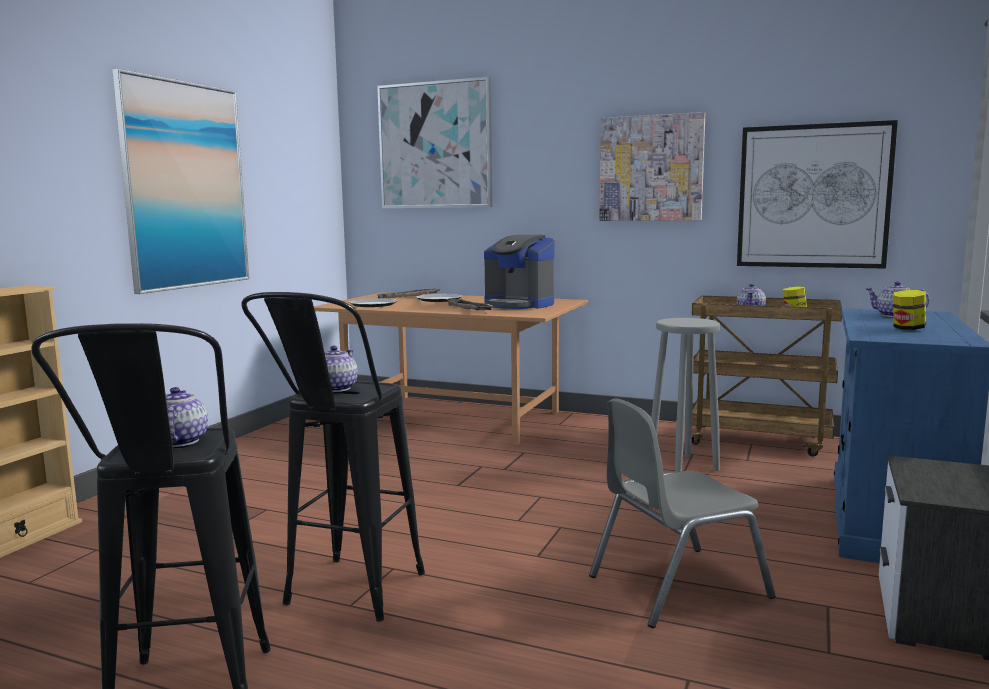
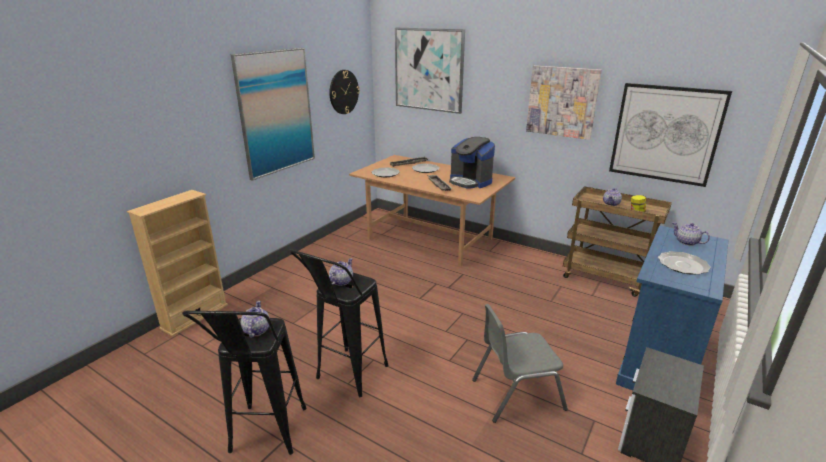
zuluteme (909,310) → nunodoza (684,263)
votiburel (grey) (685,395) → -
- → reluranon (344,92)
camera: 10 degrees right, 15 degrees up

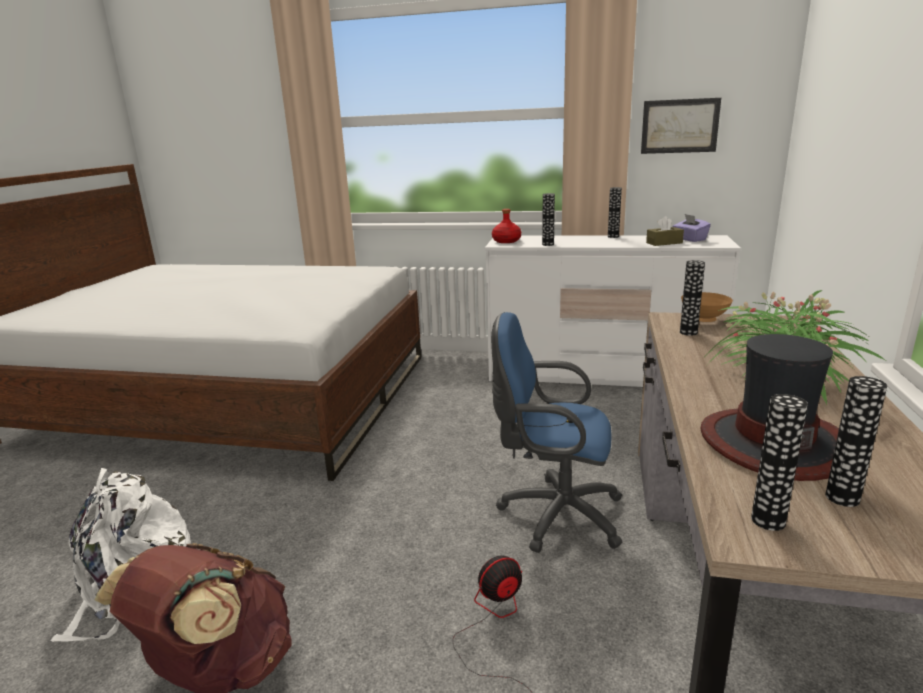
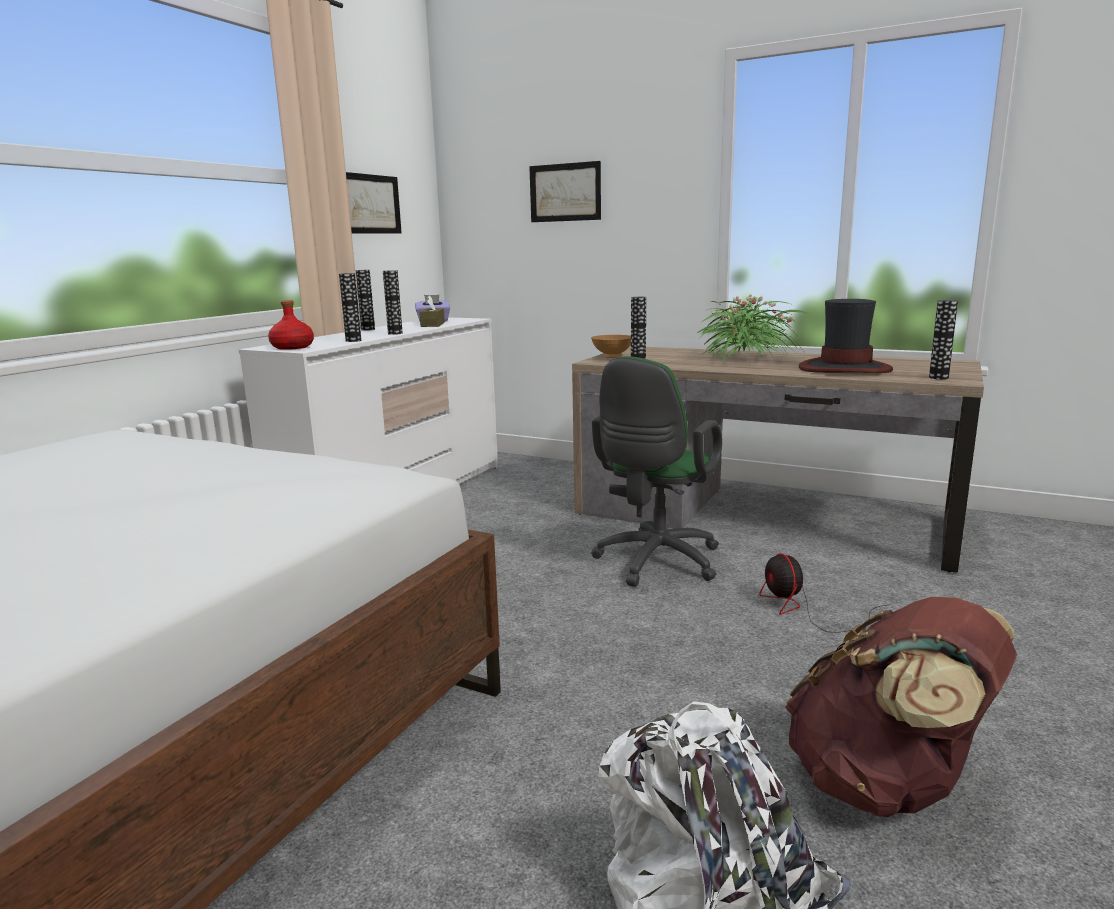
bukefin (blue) (556,432) → bukefin (green) (656,471)
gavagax (856,441) → gavagax (393,302), shifted
- → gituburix (565,191)
camera: 75 degrees left, 5 degrees down

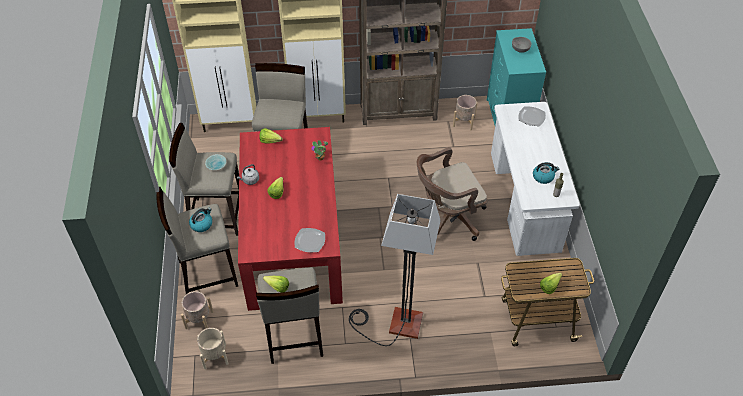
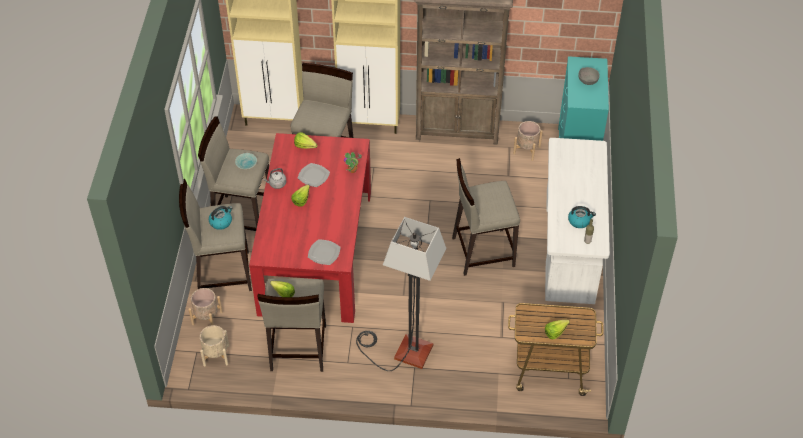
nunodoza (532,116) → nunodoza (313,175), shifted
bukefin (brown) (452,194) → votiburel (beige) (486,217)
camera: 10 degrees right, 0 degrees up

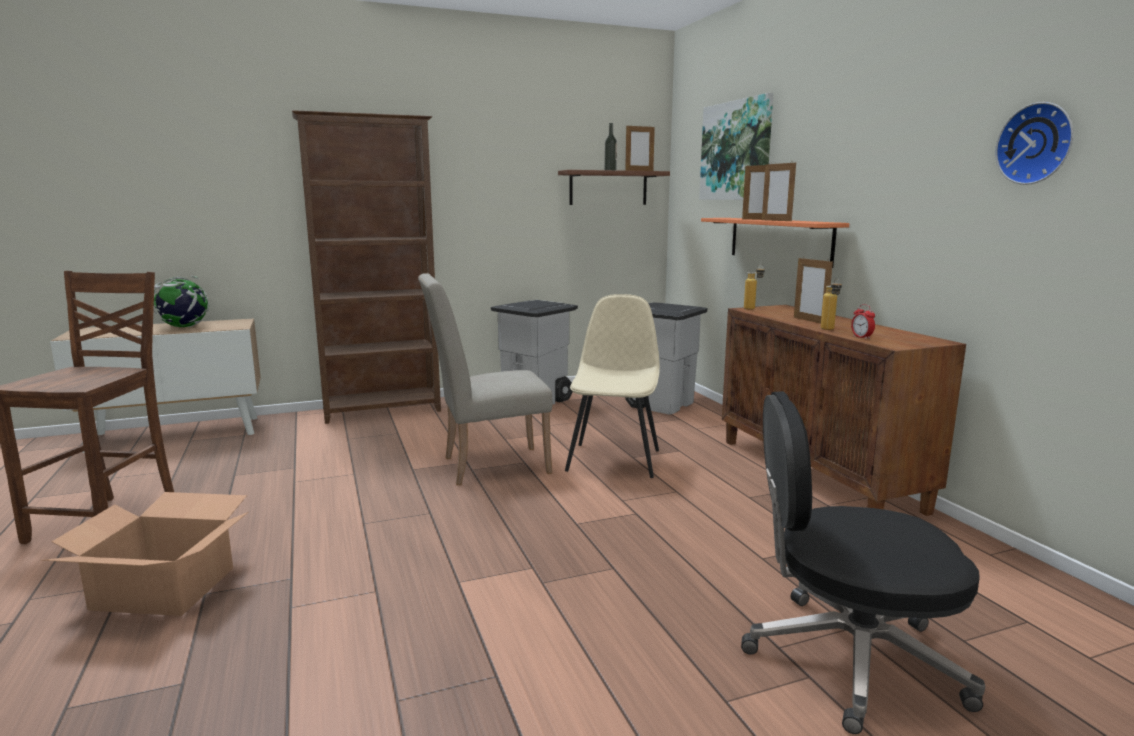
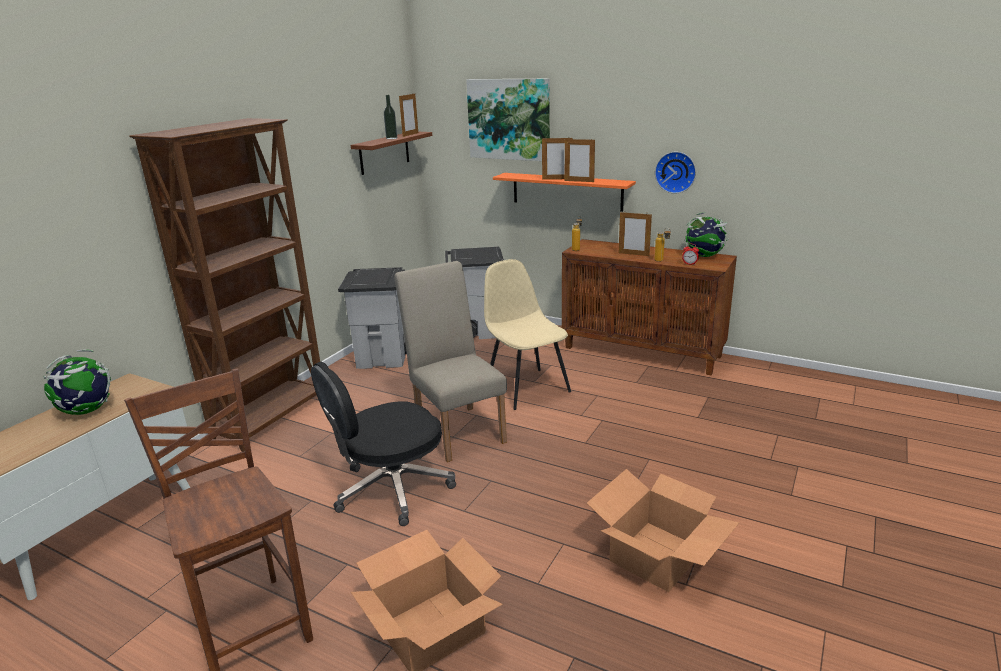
reluranon (1034,143) → reluranon (675,173), shifted
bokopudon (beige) (485,379) → bokopudon (beige) (450,361), 120 degrees clockwise
bukefin (black) (863,562) → bukefin (black) (383,444), shifted
- → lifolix (707,234)
- → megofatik (663,530)
camera: 40 degrees left, 10 degrees up

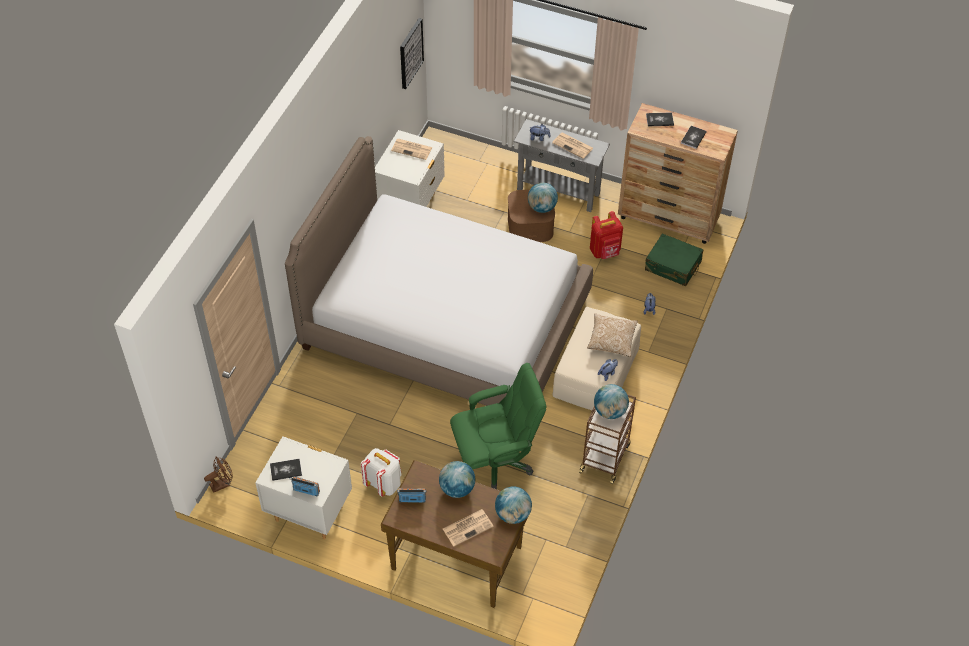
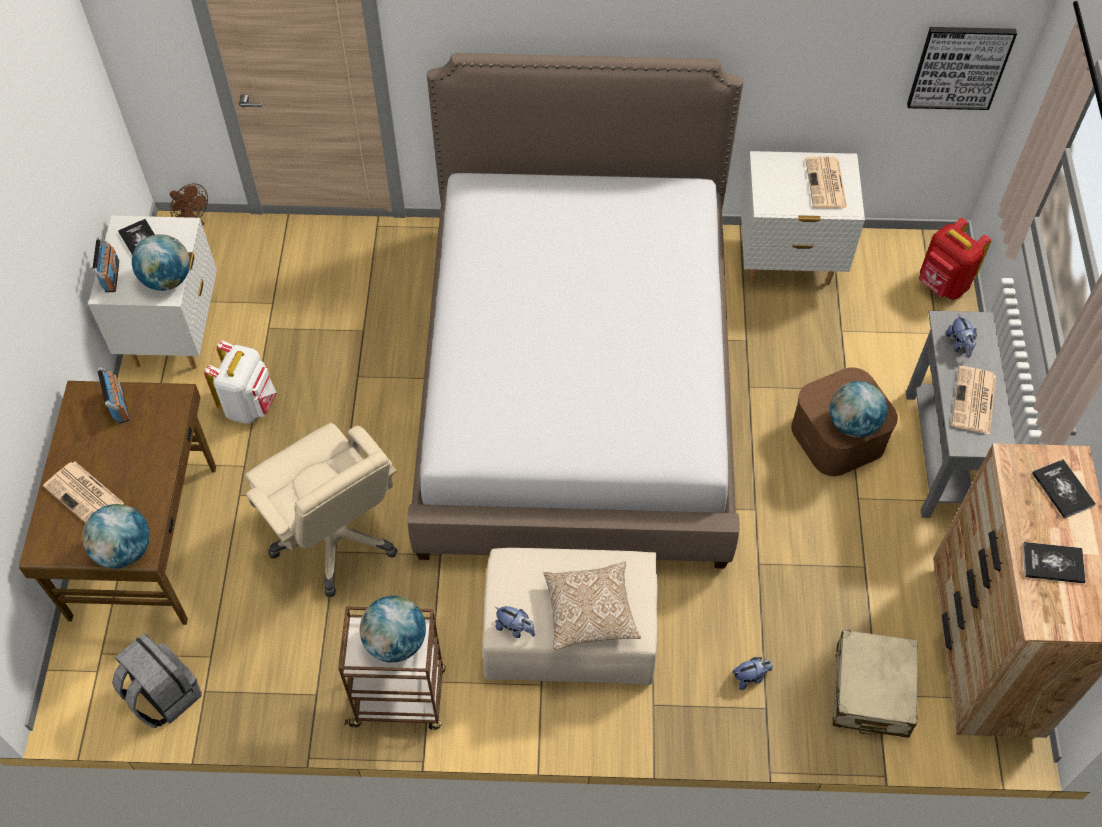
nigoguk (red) (606,235) → nigoguk (red) (955,259), shifted
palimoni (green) (674,259) → palimoni (beige) (875,684)
bukefin (green) (498,426) → bukefin (beige) (321,510)
lifolix (457,479) → lifolix (161,262), shifted
- → nigoguk (grey) (157,680)
camera: 70 degrees right, 5 degrees up

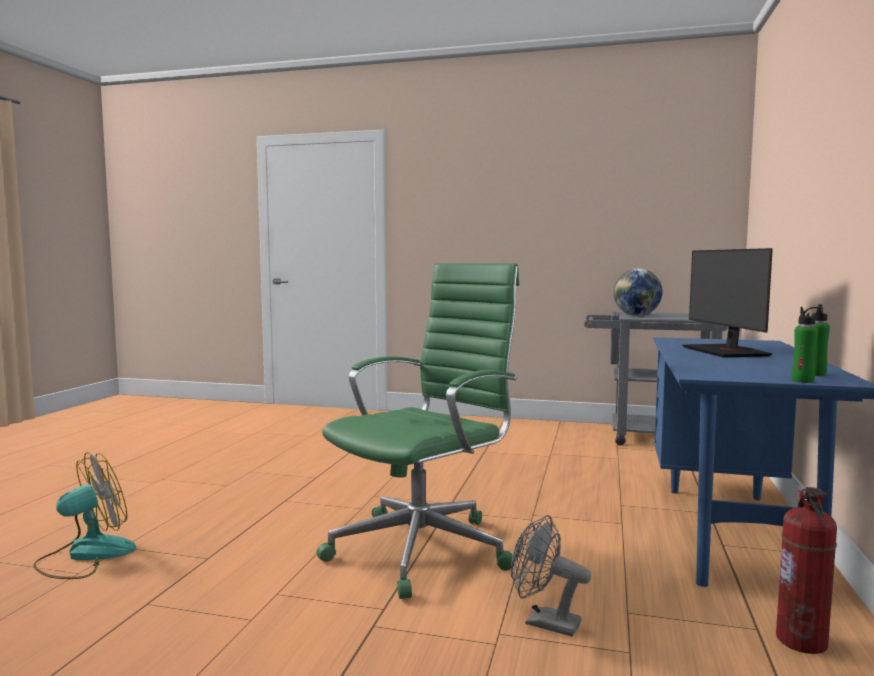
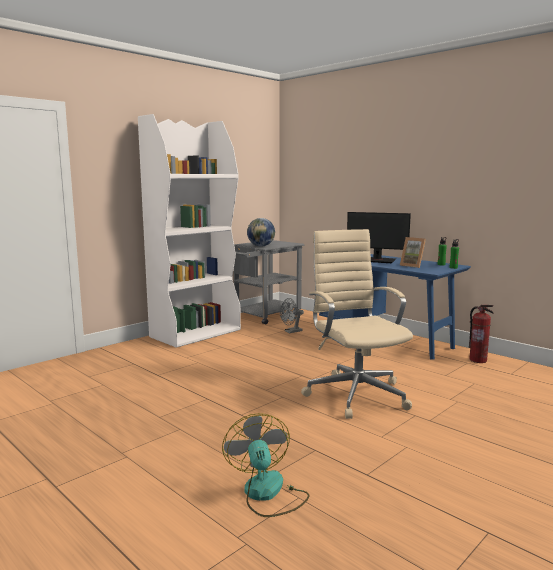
bukefin (green) (418,431) → bukefin (beige) (357,324)
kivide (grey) (551,576) → kivide (grey) (292,315), shifted
- → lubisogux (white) (189,231)
- → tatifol (413,252)
camera: 60 degrees left, 5 degrees up

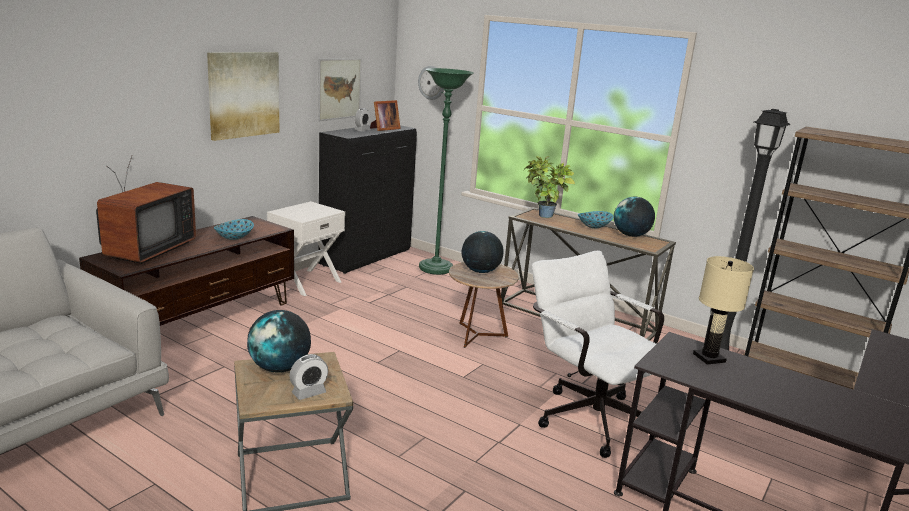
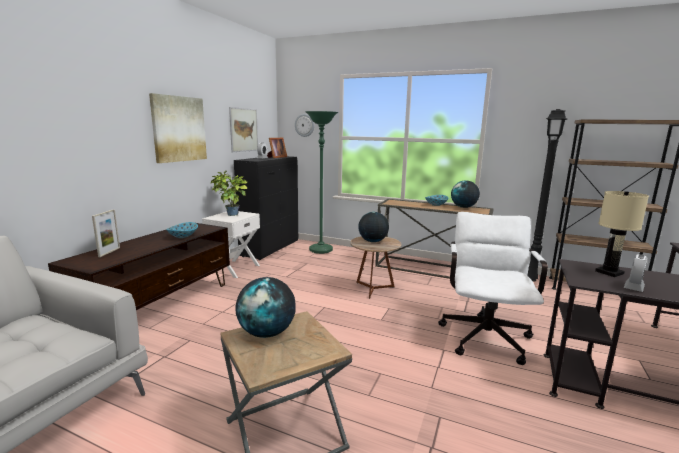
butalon (146,210) → tatifol (106,233)
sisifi (549,187) → sisifi (229,193), shifted
bukefin (white) (598,354) → bukefin (white) (493,288), 60 degrees clockwise
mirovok (309,377) → mirovok (635,273), shifted
camera: 10 degrees left, 5 degrees down

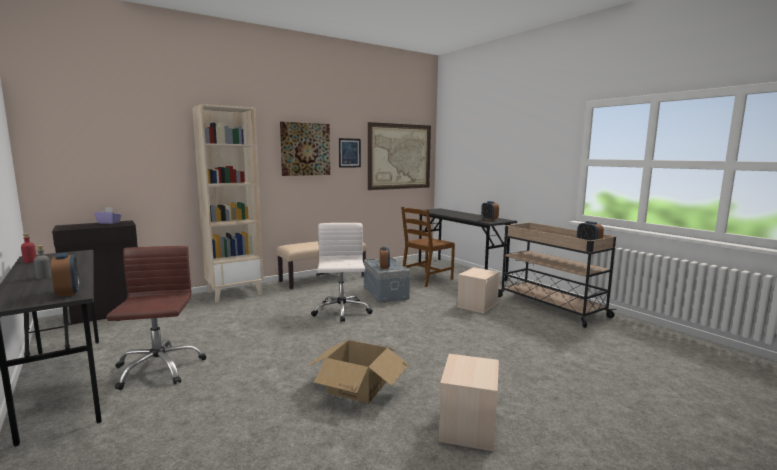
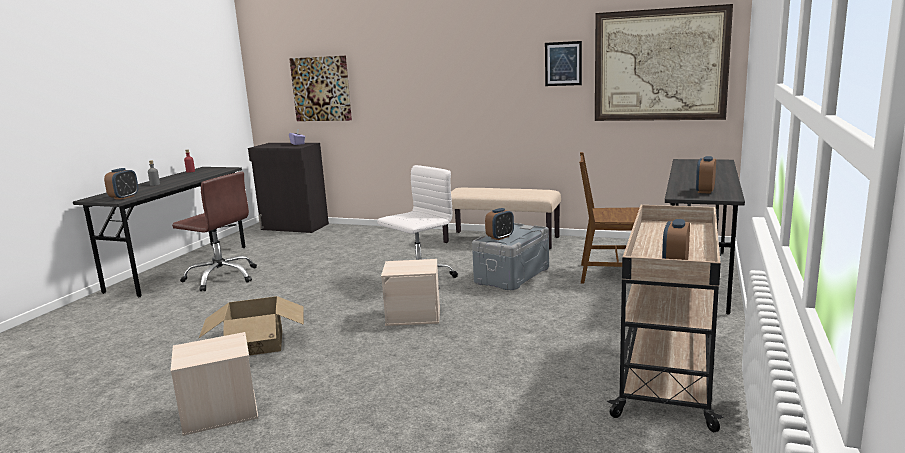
lubisogux (beige) (228,203) → -
gituburix (305,149) → gituburix (320,88), shifted
bukefin (brown) (156,318) → bukefin (brown) (214,231), 75 degrees clockwise
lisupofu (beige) (478,290) → lisupofu (beige) (410,292), shifted
camera: 55 degrees right, 5 degrees up

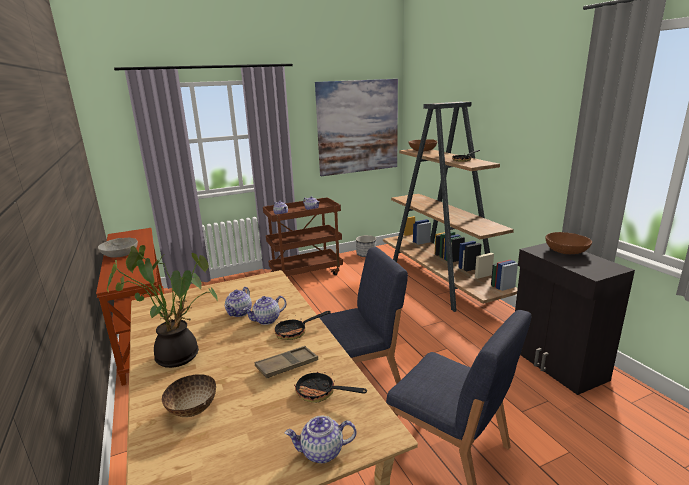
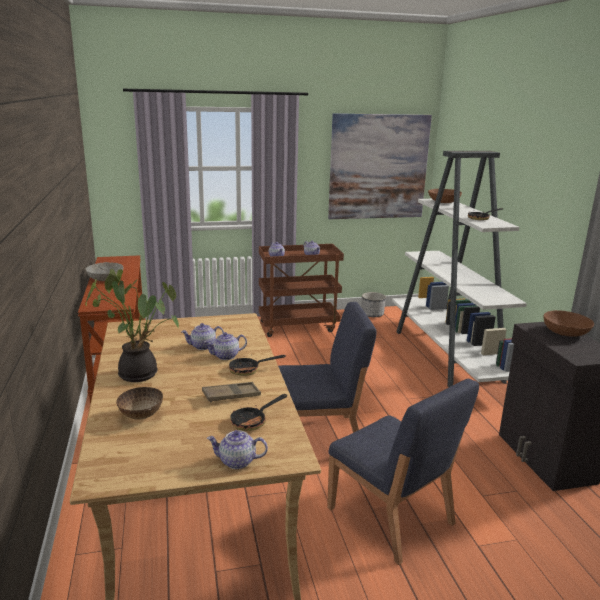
lubisogux (brown) (450,207) → lubisogux (white) (459,269)
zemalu (238,302) → zemalu (202,336), 45 degrees clockwise
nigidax (330,387) → nigidax (258,412), 75 degrees counterclockwise
camera: 10 degrees right, 0 degrees up

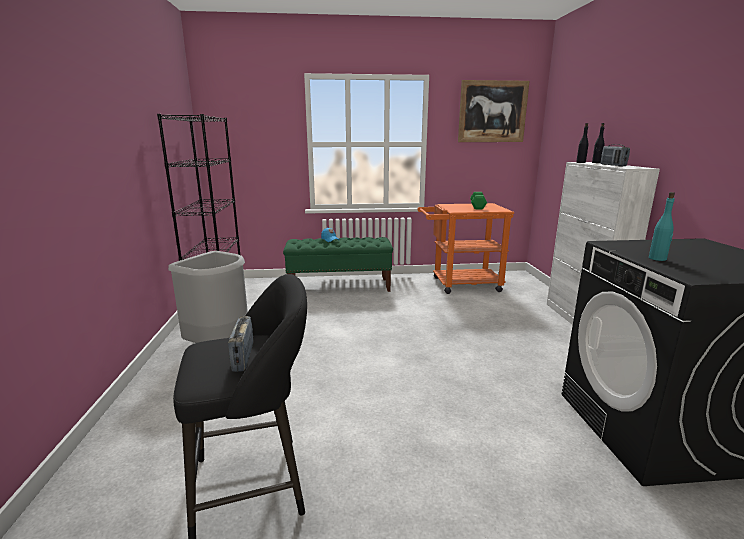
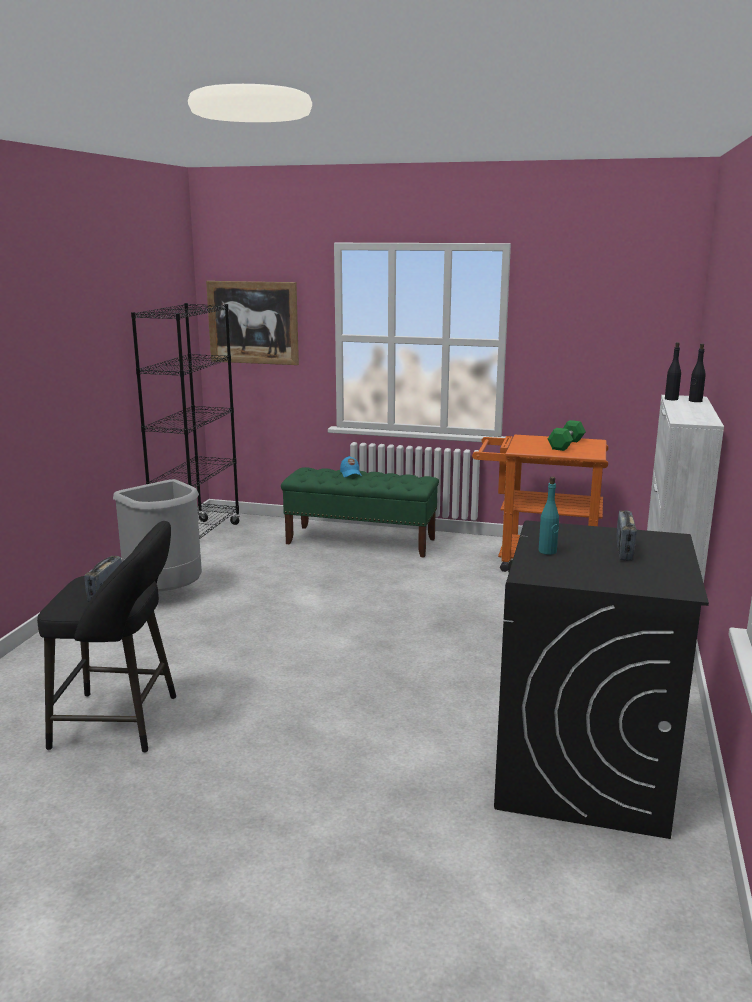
gituburix (493,111) → gituburix (252,323), shifted
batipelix (615,155) → batipelix (626,535), shifted
camera: 20 degrees right, 0 degrees up

